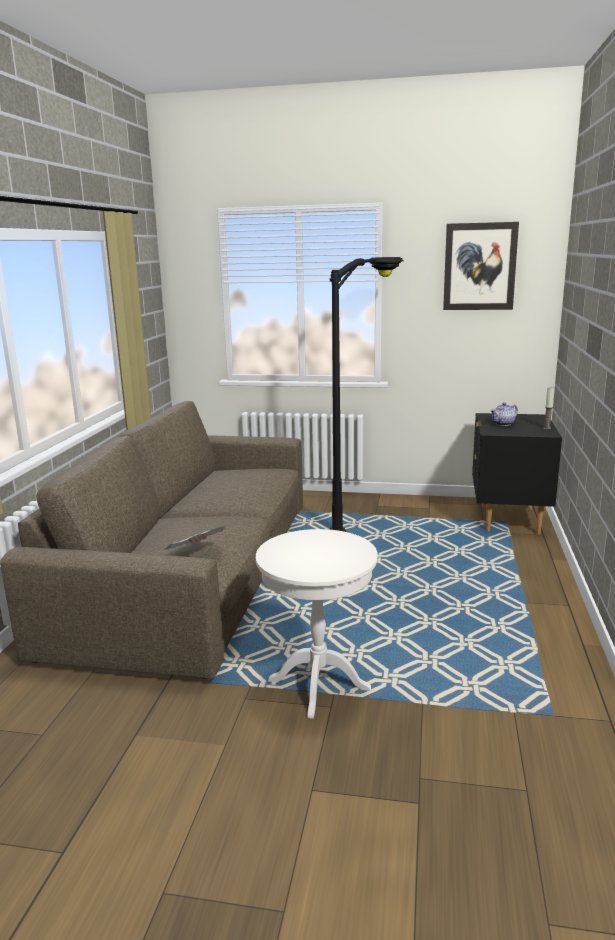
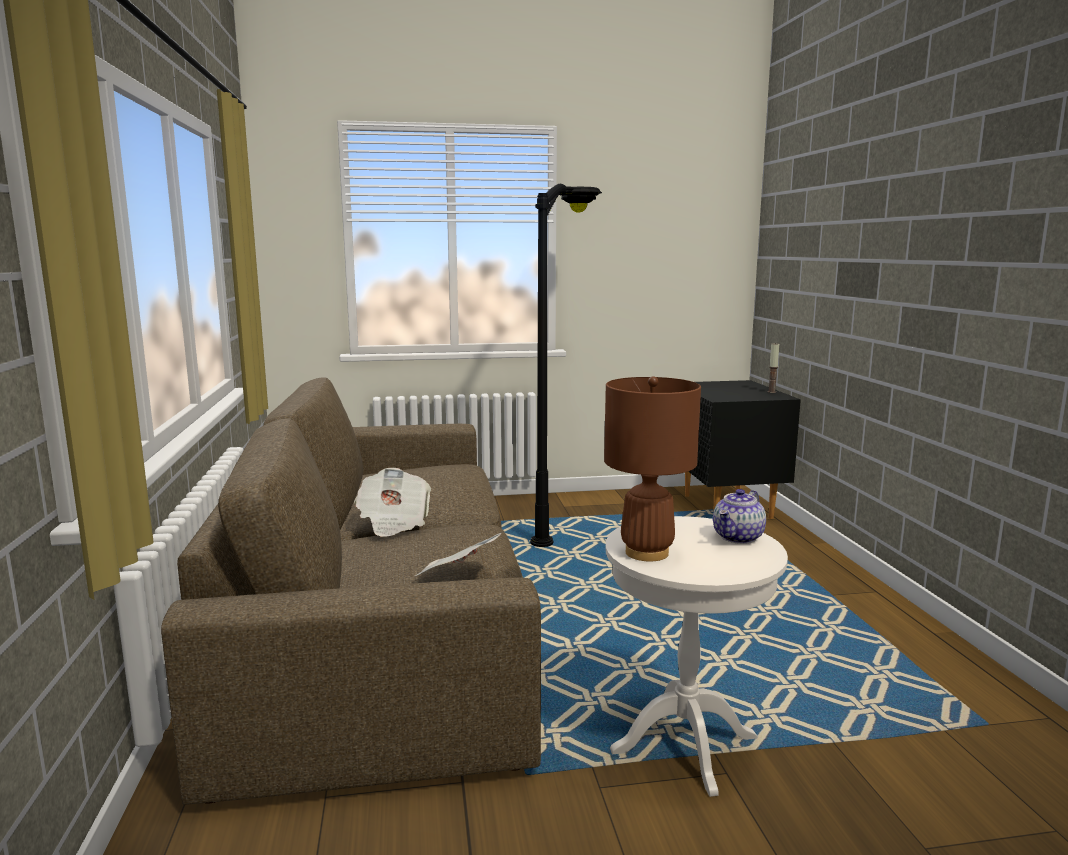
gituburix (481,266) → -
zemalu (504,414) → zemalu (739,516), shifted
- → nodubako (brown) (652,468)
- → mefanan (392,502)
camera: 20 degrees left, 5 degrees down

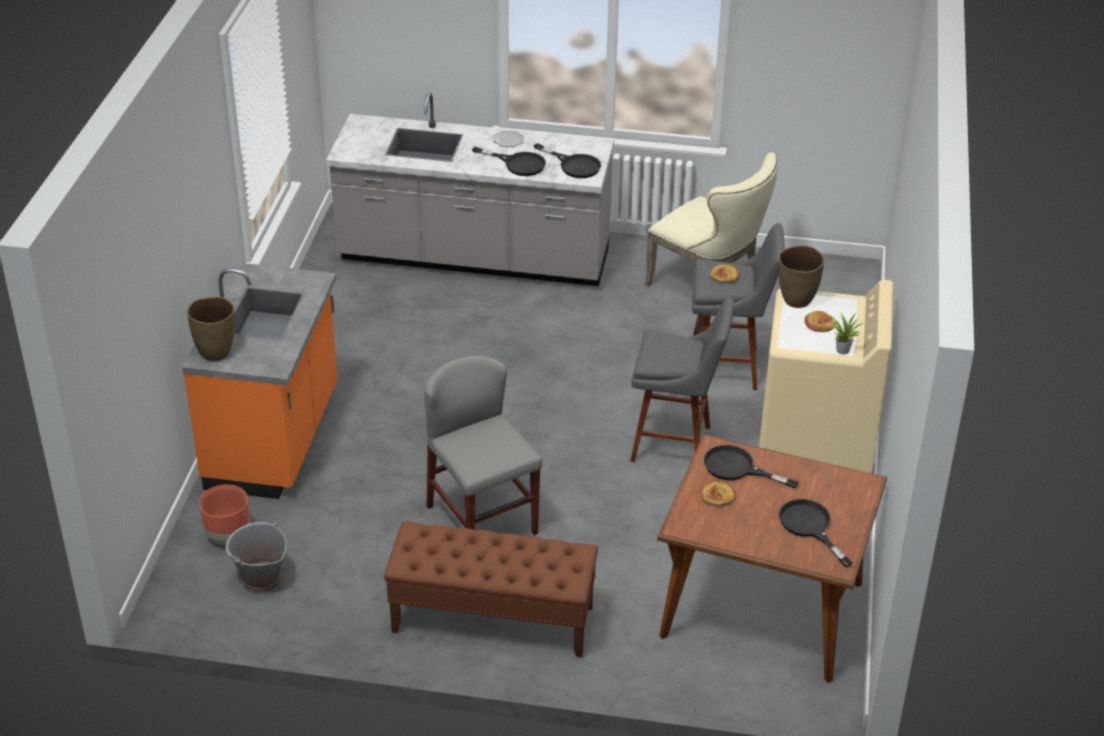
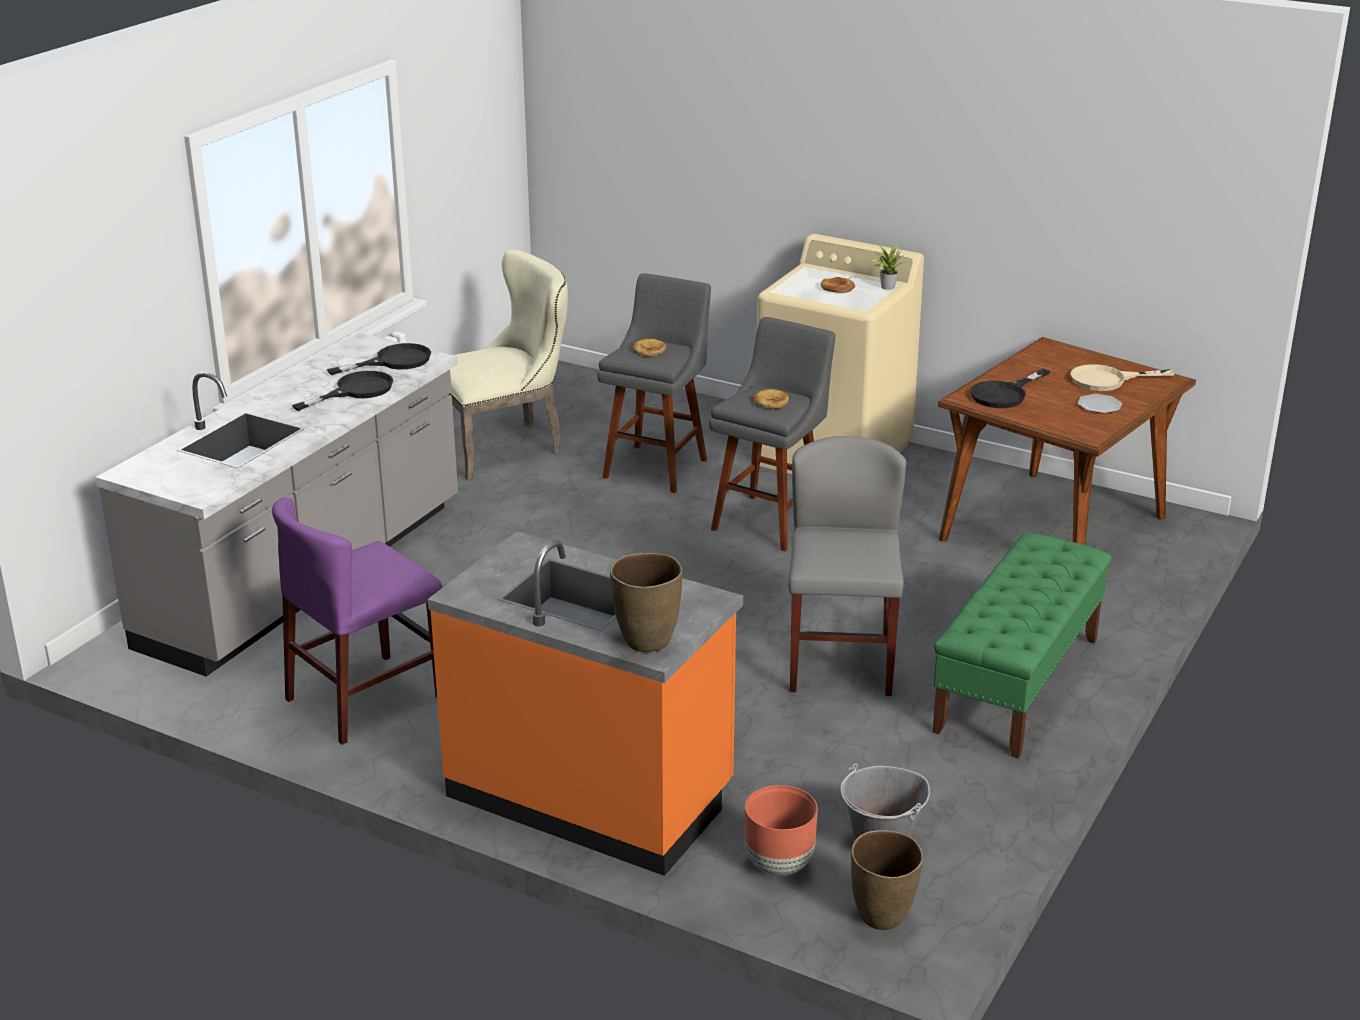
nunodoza (508,138) → nunodoza (1099,403), shifted
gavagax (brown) (801,276) → gavagax (brown) (887,880), shifted
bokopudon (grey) (483,445) → bokopudon (grey) (847,566), 105 degrees clockwise
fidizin (719,493) → fidizin (771,399), shifted
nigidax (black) (816,533) → nigidax (beige) (1122,378)
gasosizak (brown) (491,590) → gasosizak (green) (1022,646)
- → bokopudon (purple) (357,621)
camera: 70 degrees left, 10 degrees down

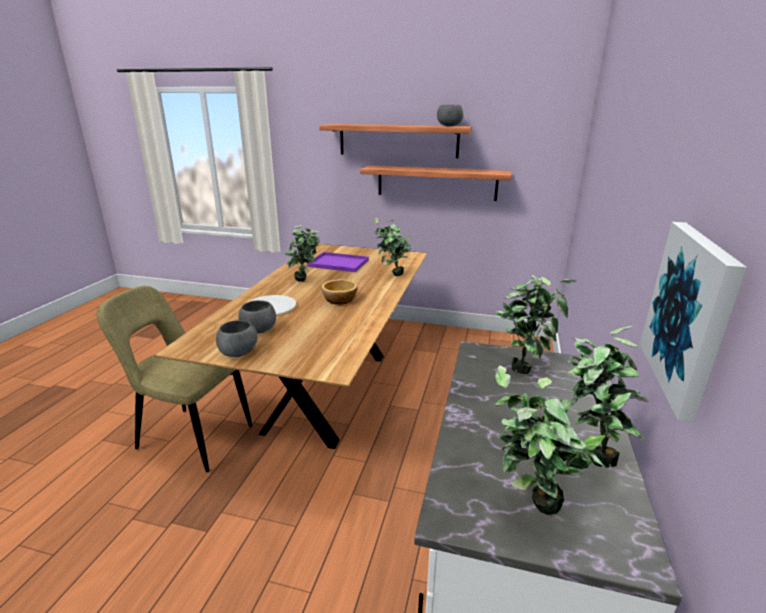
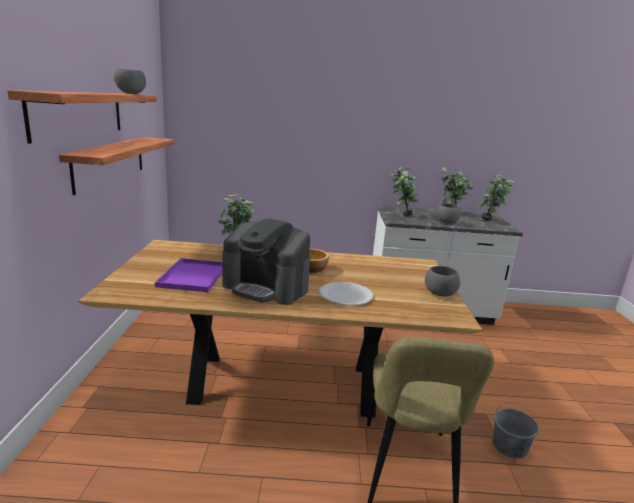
gituburix (693,322) → -
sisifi (302,253) → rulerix (266,261)
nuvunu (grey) (257,316) → nuvunu (grey) (449,213), shifted
- → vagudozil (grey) (516,430)
camera: 105 degrees left, 5 degrees down

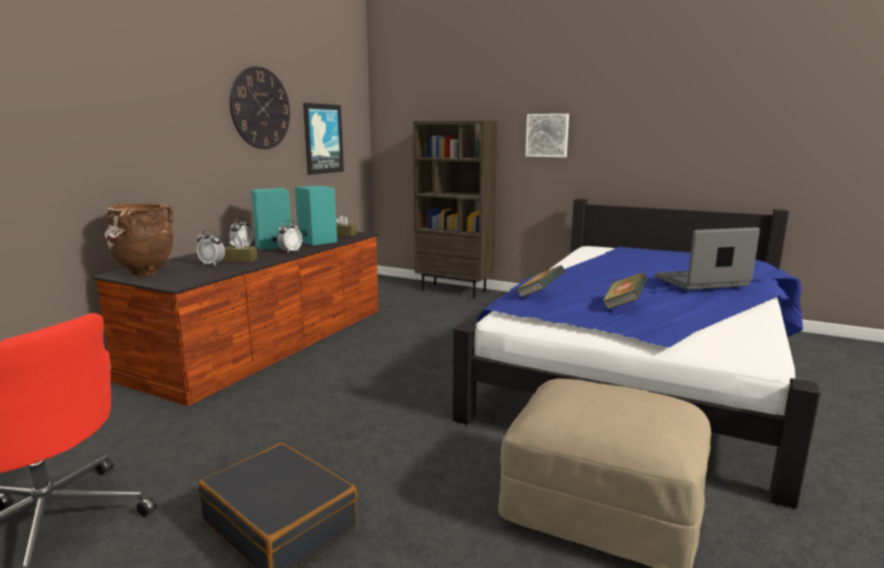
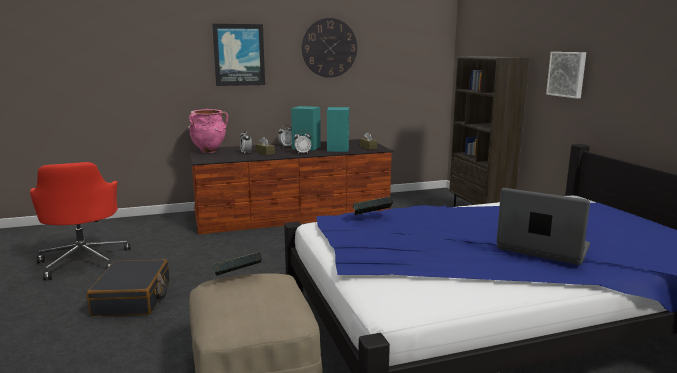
gituburix (323,139) → gituburix (238,55), shifted
gavagax (brown) (139,239) → gavagax (pink) (208,131)
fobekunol (625,291) → fobekunol (237,264), shifted
camera: 45 degrees right, 0 degrees up

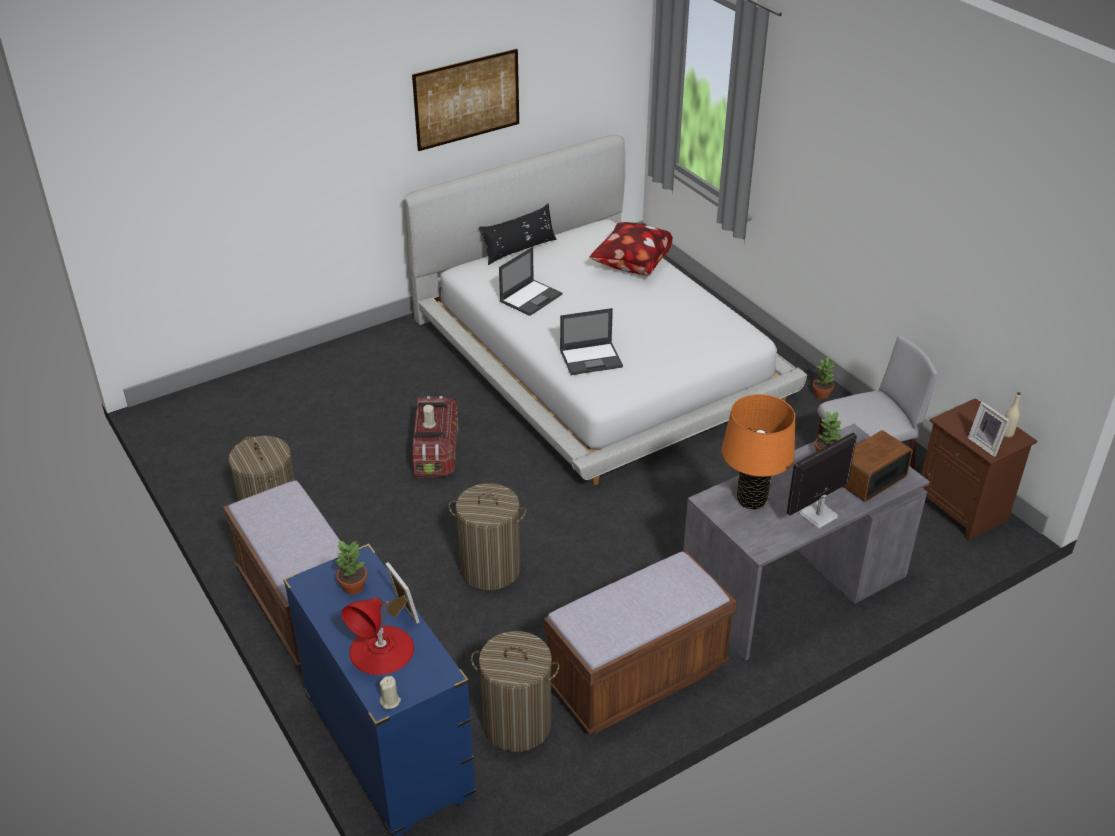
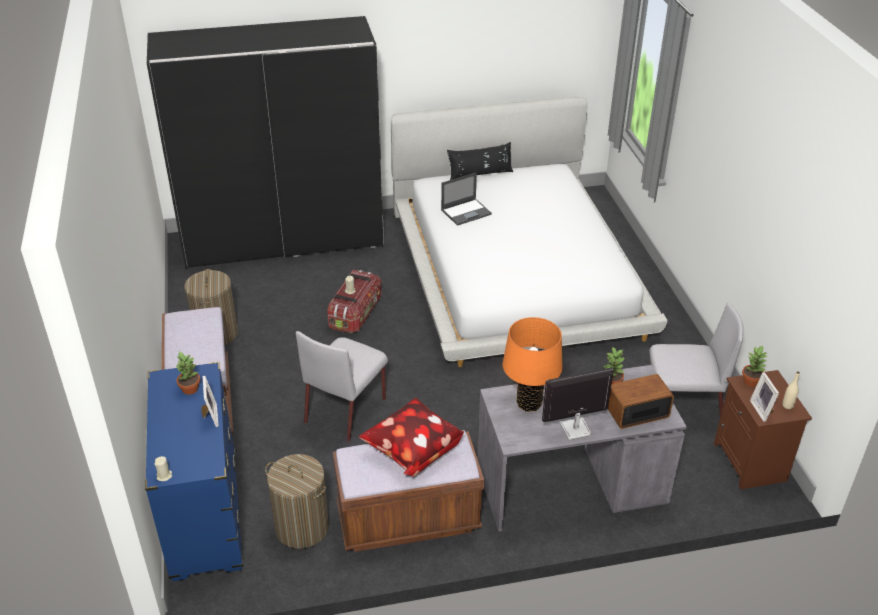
gituburix (465,100) → -
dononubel (631,249) → dononubel (411,437), shifted
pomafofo (591,341) → -
sisifi (824,377) → sisifi (755,366), shifted
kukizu (487,536) → bokopudon (grey) (342,386)
nodubako (red) (377,636) → -
- → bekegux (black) (265,142)
camera: 20 degrees right, 0 degrees up

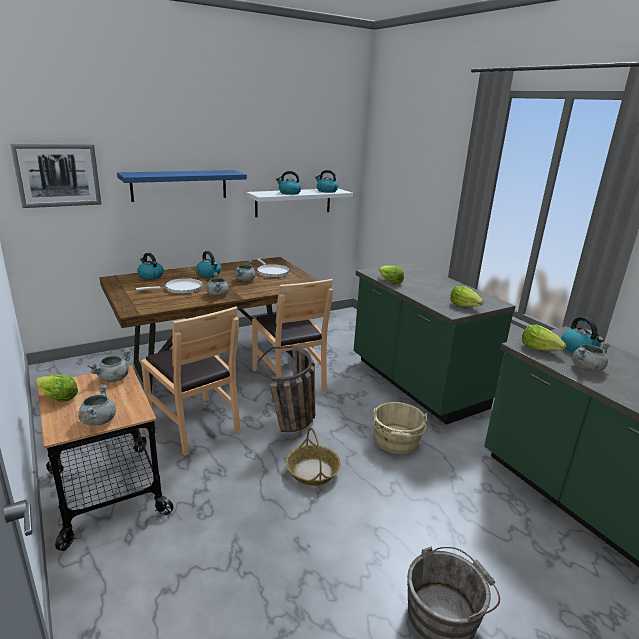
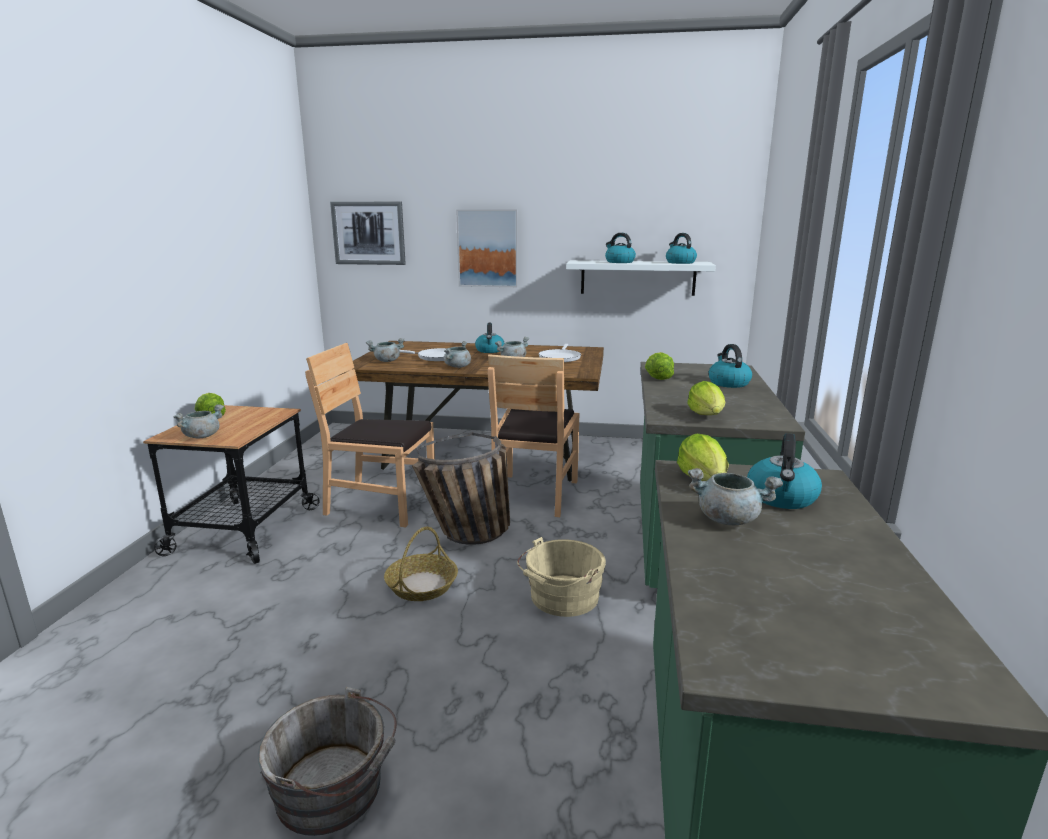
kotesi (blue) (182,186) → gituburix (487,248)
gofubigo (150,266) → gofubigo (730,366), shifted
bokopudon (brown) (191,381) → bokopudon (brown) (370,435), 105 degrees clockwise
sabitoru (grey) (109,365) → sabitoru (grey) (385,350), shifted
camera: 40 degrees right, 5 degrees down

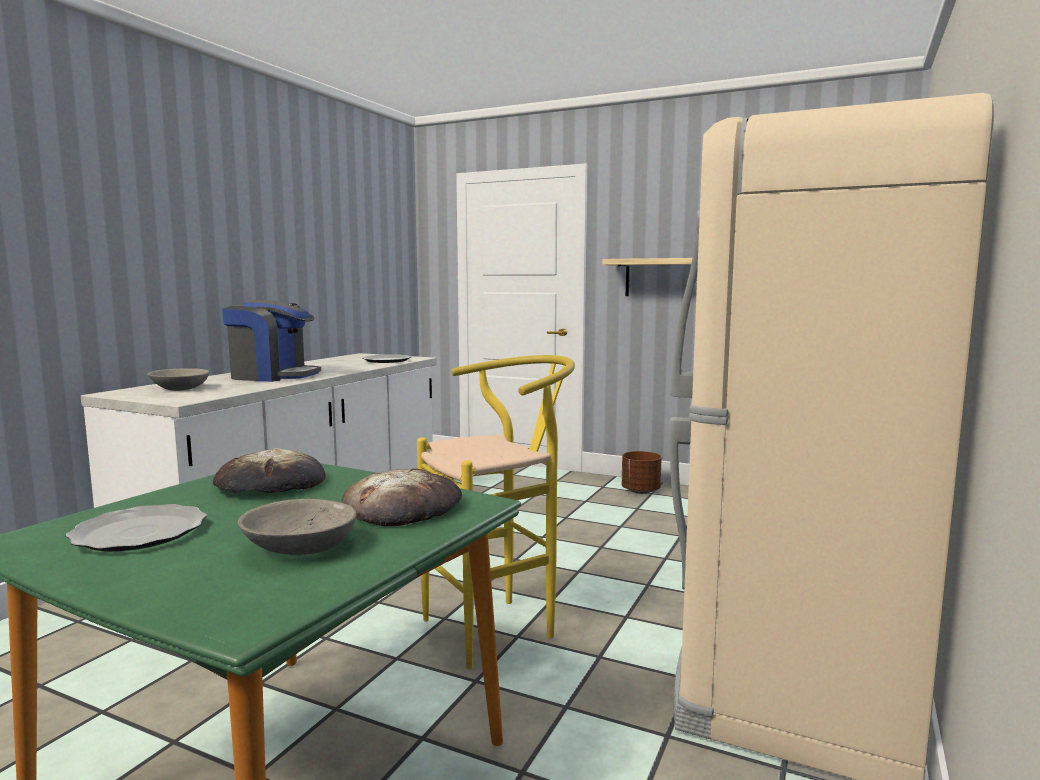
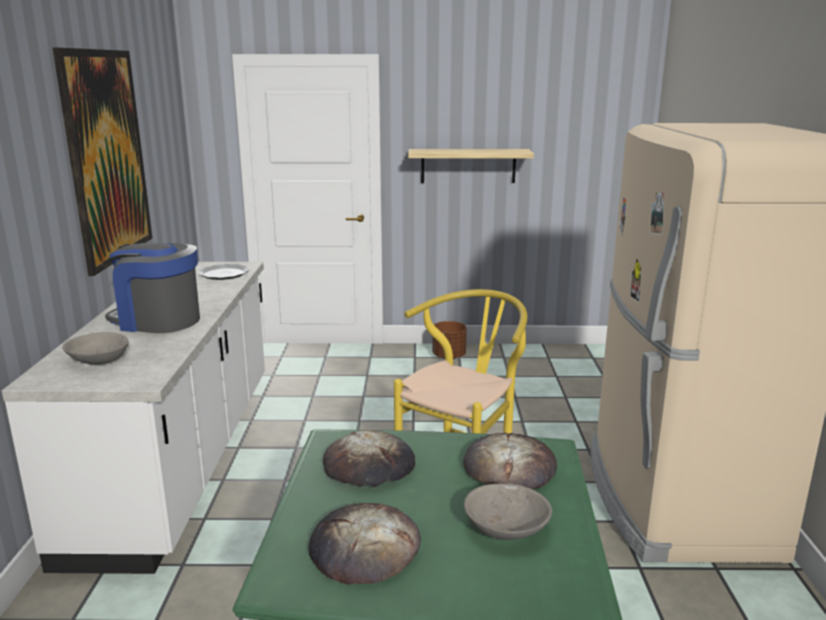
rulerix (271,341) → rulerix (151,288), 150 degrees counterclockwise
nunodoza (136,527) → fidizin (365,543)
- → gituburix (102,162)
camera: 25 degrees left, 10 degrees up

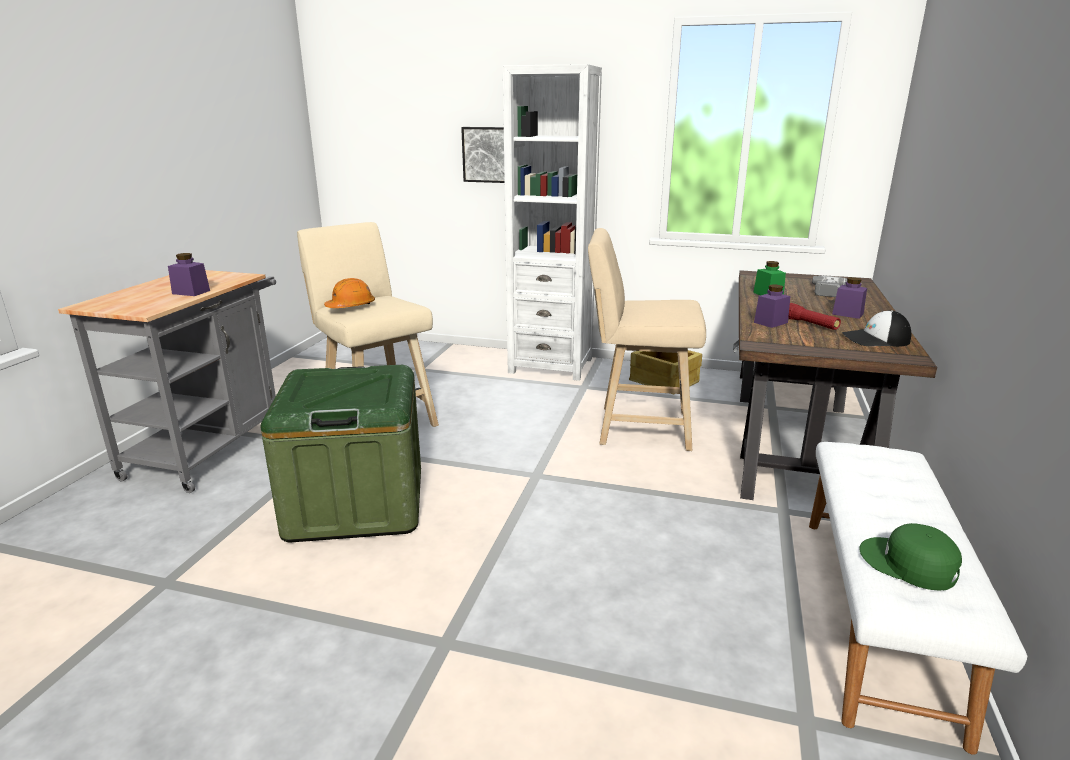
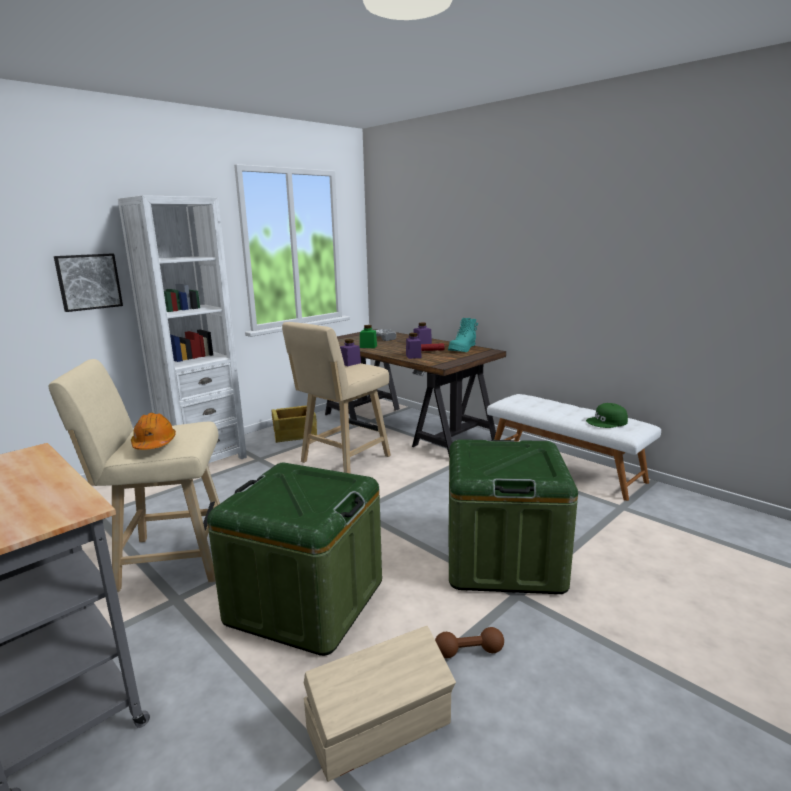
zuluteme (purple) (189,274) → zuluteme (purple) (350,352), shifted
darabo (876,328) → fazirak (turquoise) (463,335)
- → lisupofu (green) (513,516)
- → lisupofu (beige) (380,704)
- → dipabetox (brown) (469,642)
camera: 60 degrees left, 5 degrees down

